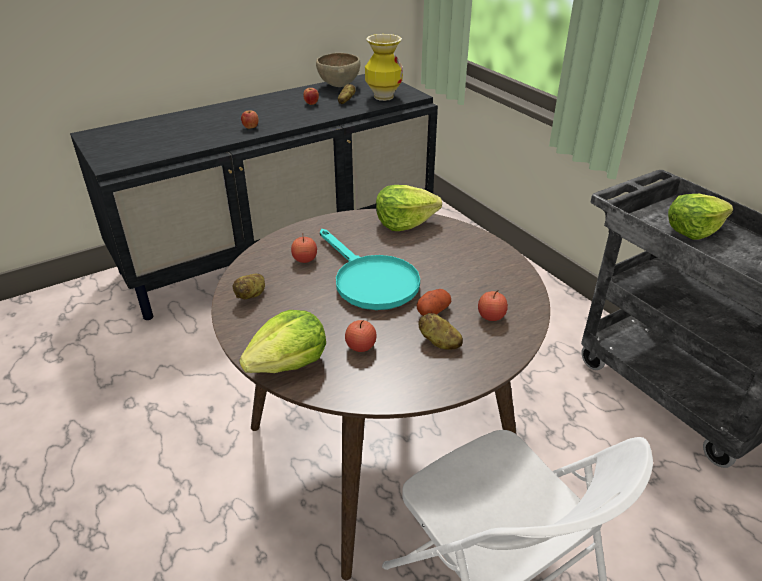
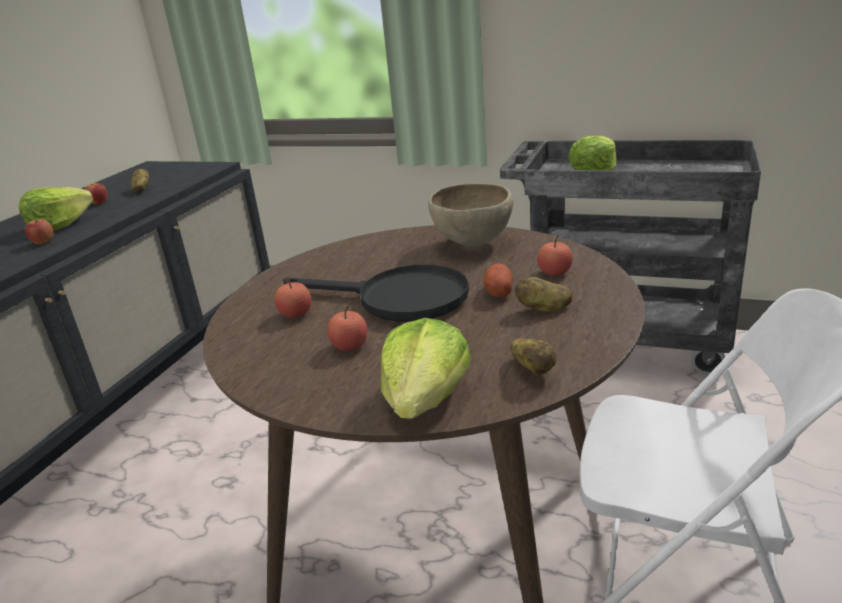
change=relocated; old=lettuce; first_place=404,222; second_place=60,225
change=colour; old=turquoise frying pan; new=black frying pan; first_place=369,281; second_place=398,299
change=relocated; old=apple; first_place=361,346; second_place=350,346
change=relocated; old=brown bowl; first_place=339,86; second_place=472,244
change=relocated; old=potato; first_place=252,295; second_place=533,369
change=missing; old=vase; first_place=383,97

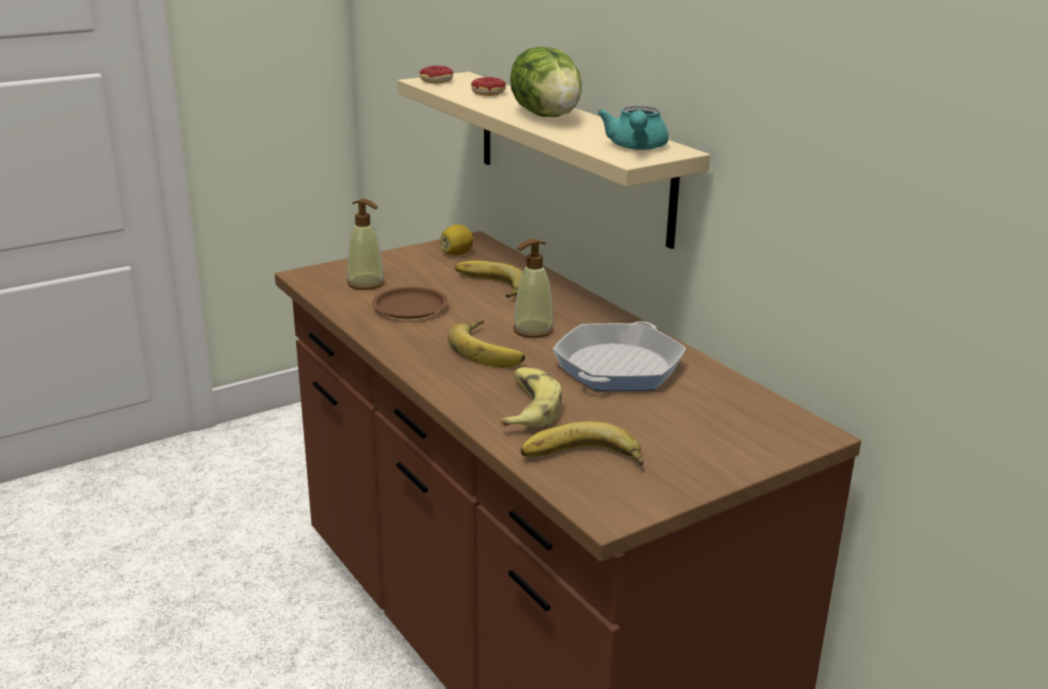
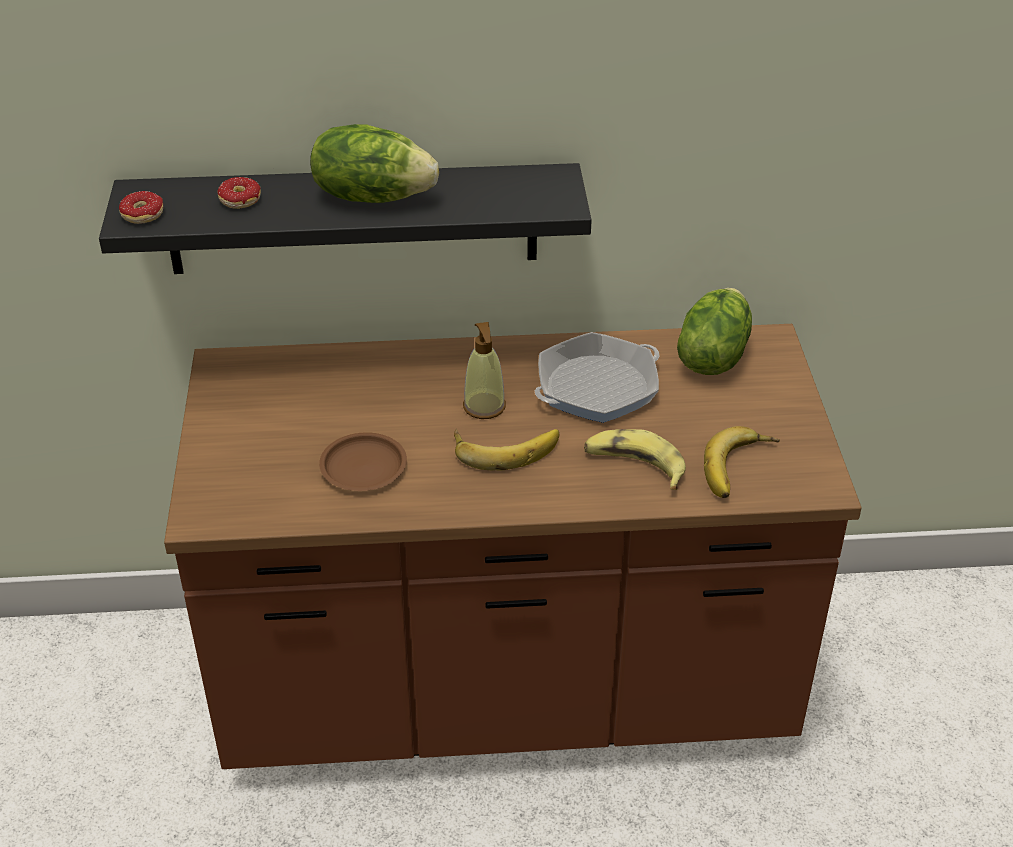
change=colour; old=beige shelf; new=black shelf; first_place=571,154; second_place=352,219
change=spun; old=frying pan; first_place=618,367; second_place=597,387; degrees=-90
change=appeared; new=lettuce; second_place=712,356
change=missing; old=soap dispenser; first_place=366,283
change=missing; old=lemon; first_place=457,254
change=missing; old=banana; first_place=489,287
change=missing; old=turquoise teapot; first_place=636,147

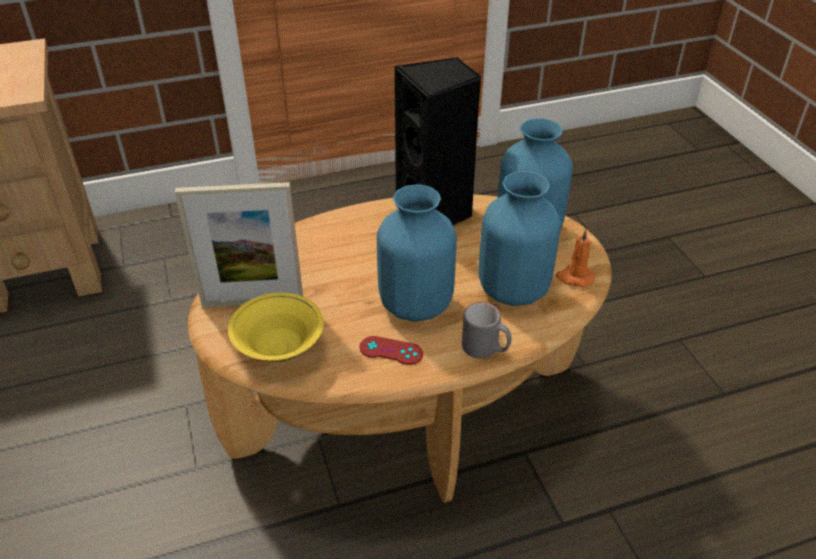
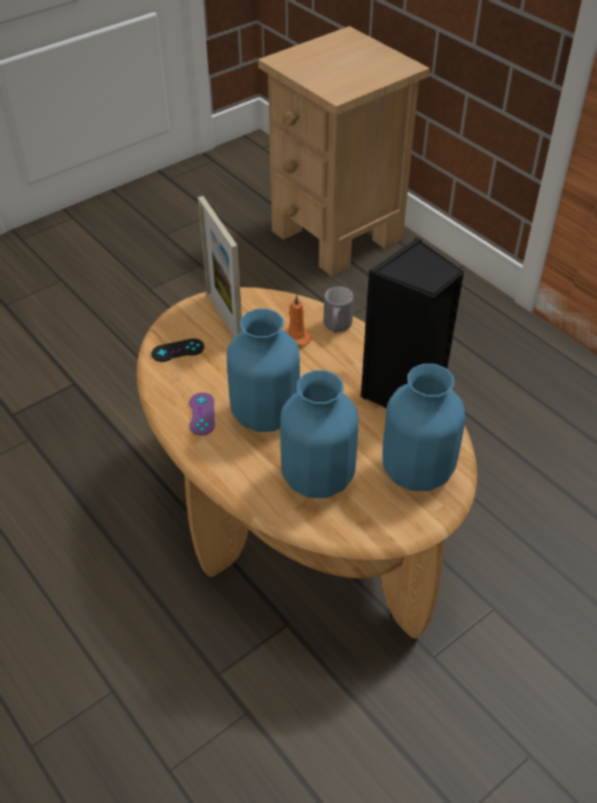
change=exchanged; old=yellow bowl; new=black game controller; first_place=279,350; second_place=178,350
change=colour; old=red game controller; new=purple game controller; first_place=391,351; second_place=202,414
change=relocated; old=orange candle; first_place=574,278; second_place=296,336
change=relocated; old=grey mug; first_place=485,350; second_place=336,327

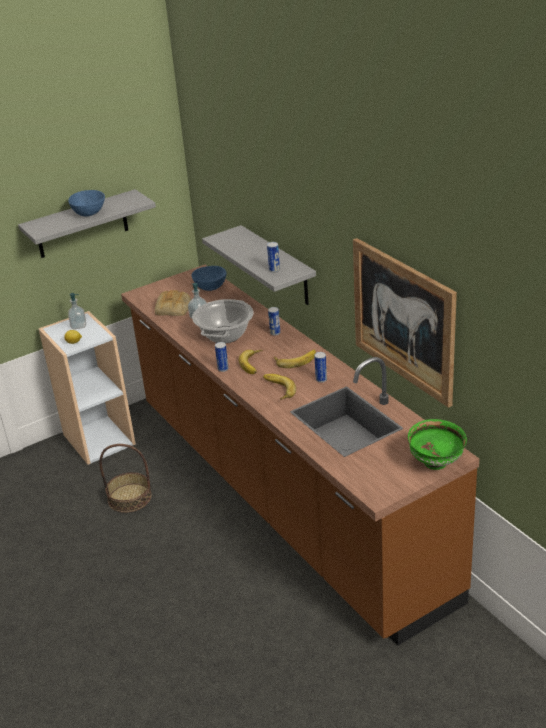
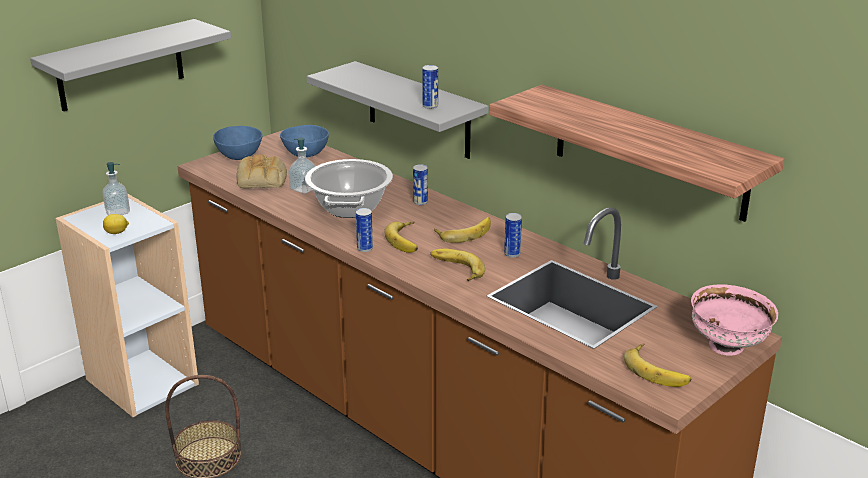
change=relocated; old=blue bowl; first_place=89,213; second_place=239,155
change=exchanged; old=picture; new=shelf; first_place=403,320; second_place=649,152
change=appeared; new=banana; second_place=658,369
change=colour; old=green bowl; new=pink bowl; first_place=436,463; second_place=728,347

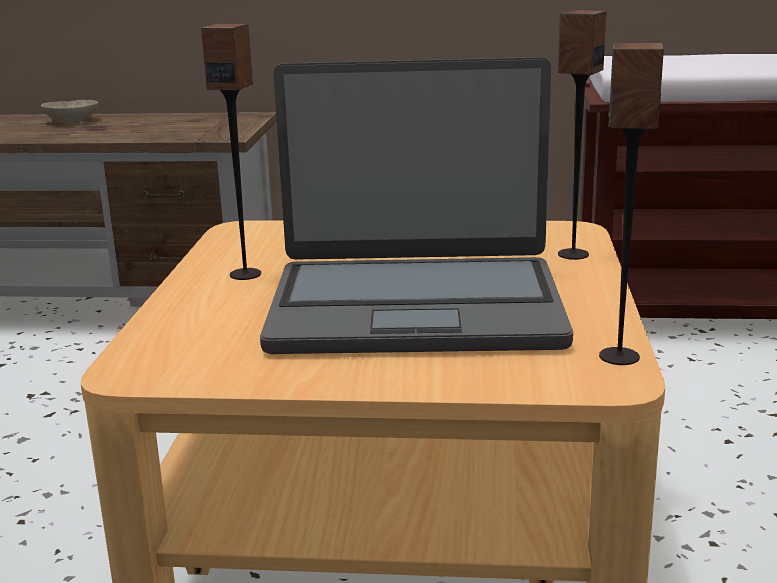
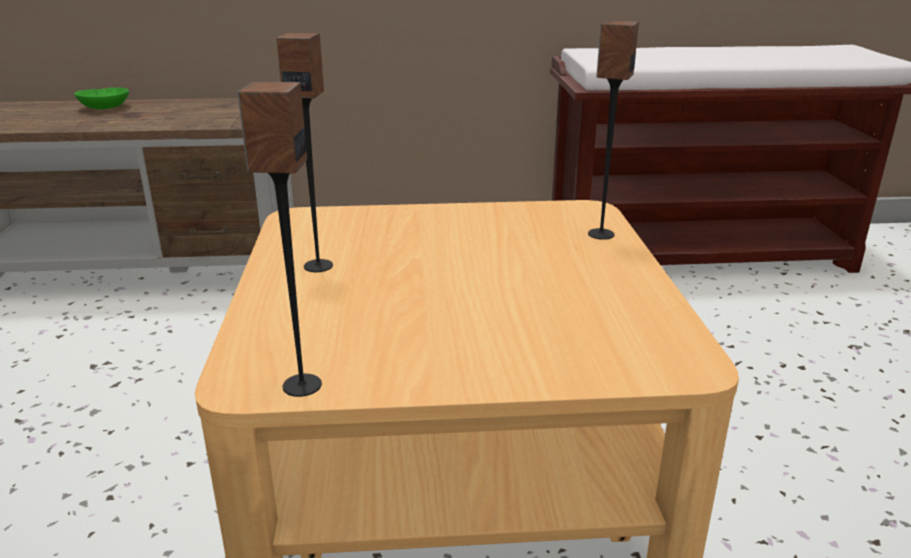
change=colour; old=beige bowl; new=green bowl; first_place=71,121; second_place=104,108
change=relocated; old=speaker; first_place=618,356; second_place=301,385
change=missing; old=laptop; first_place=415,307

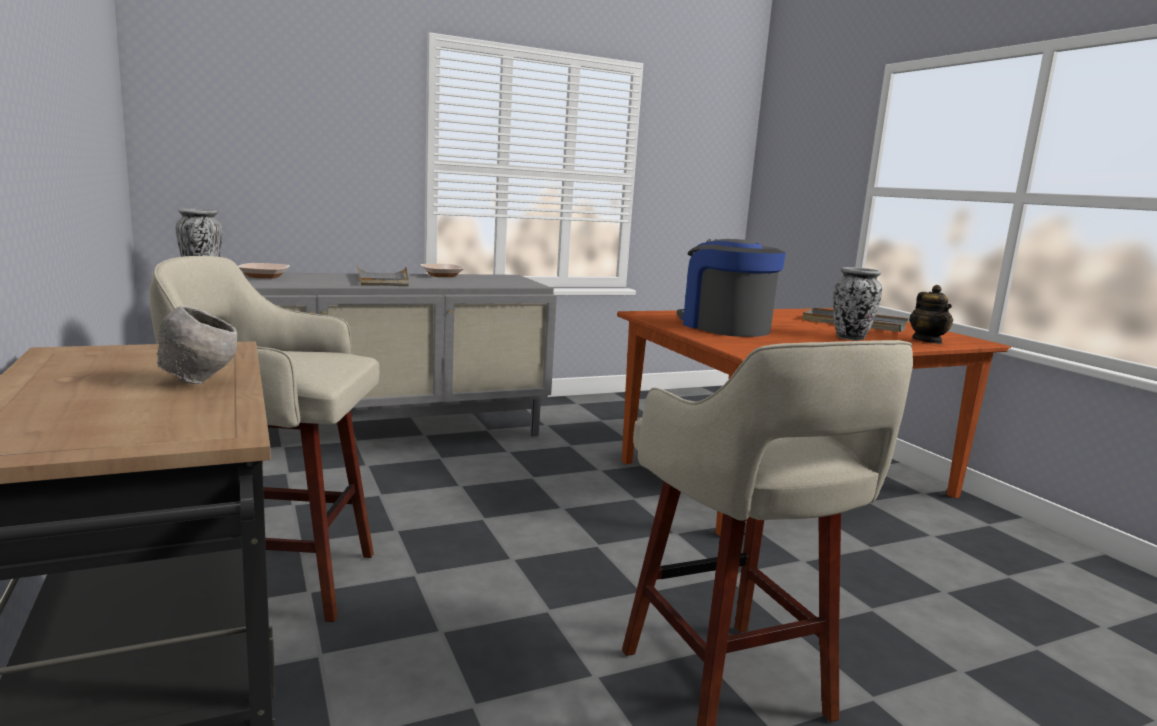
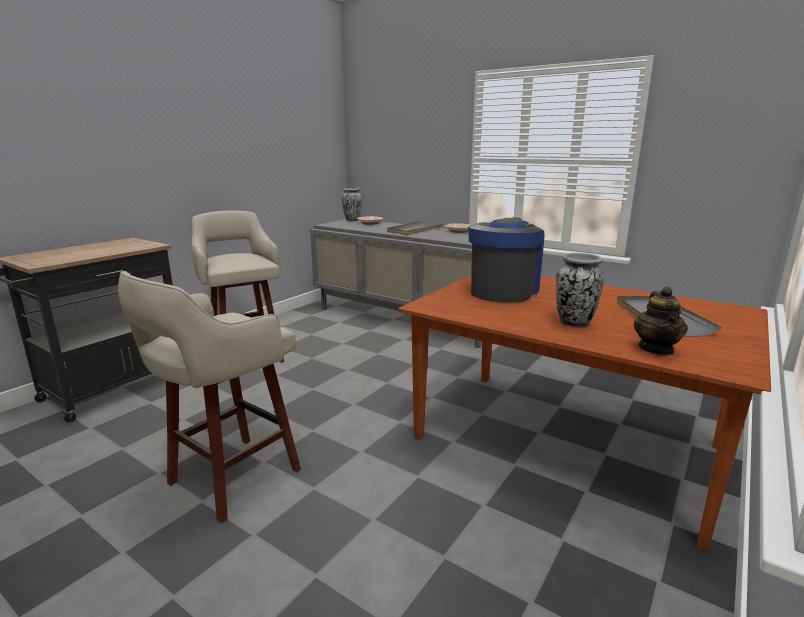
change=spun; old=teapot; first_place=927,341; second_place=656,349; degrees=-45
change=missing; old=grey bowl; first_place=199,382

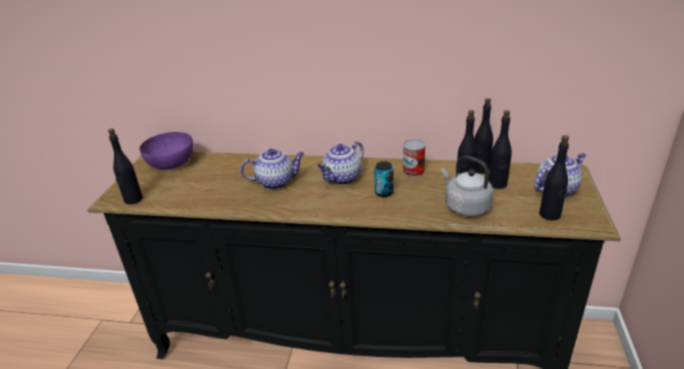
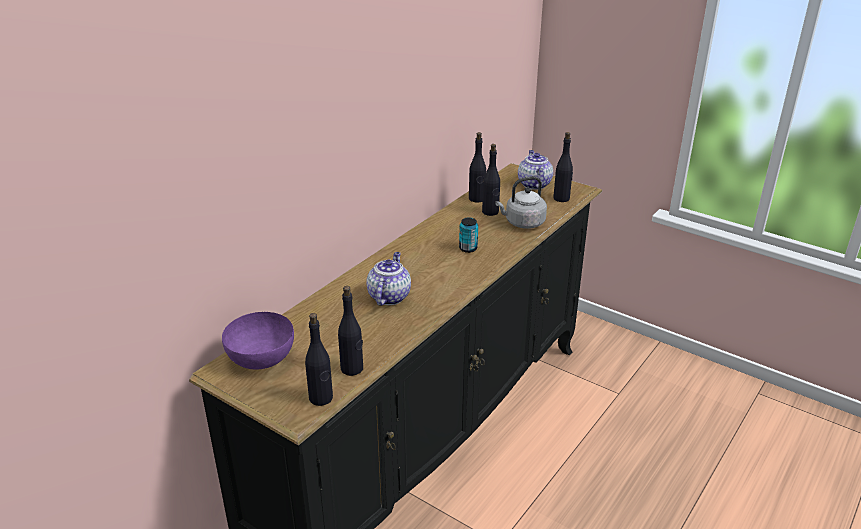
change=relocated; old=black bottle; first_place=497,184; second_place=352,369
change=missing; old=teapot; first_place=342,178
change=missing; old=can; first_place=413,171

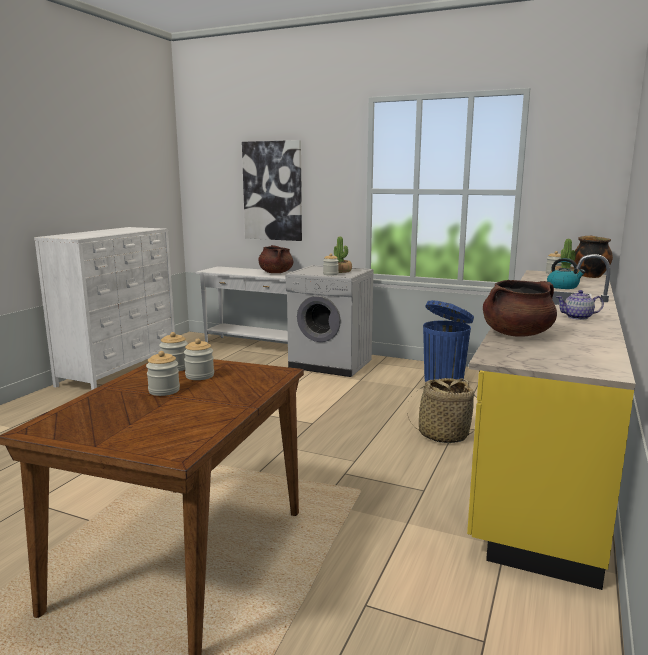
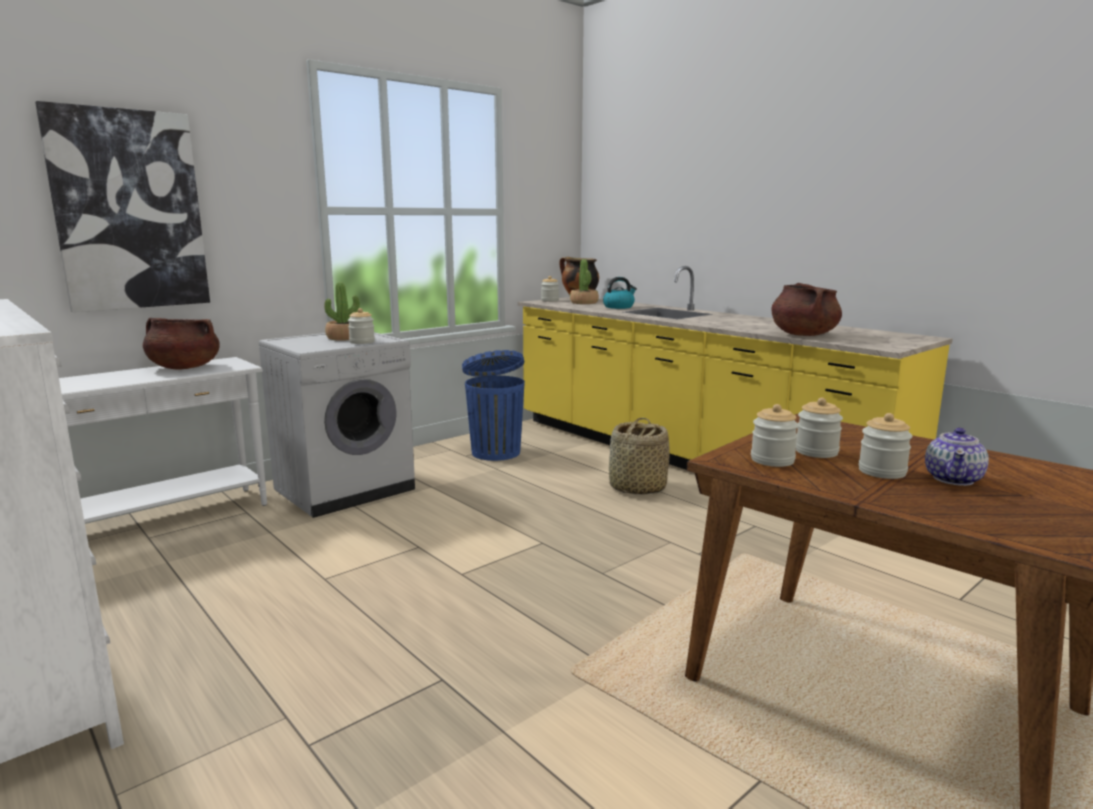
change=relocated; old=teapot; first_place=578,317; second_place=953,479

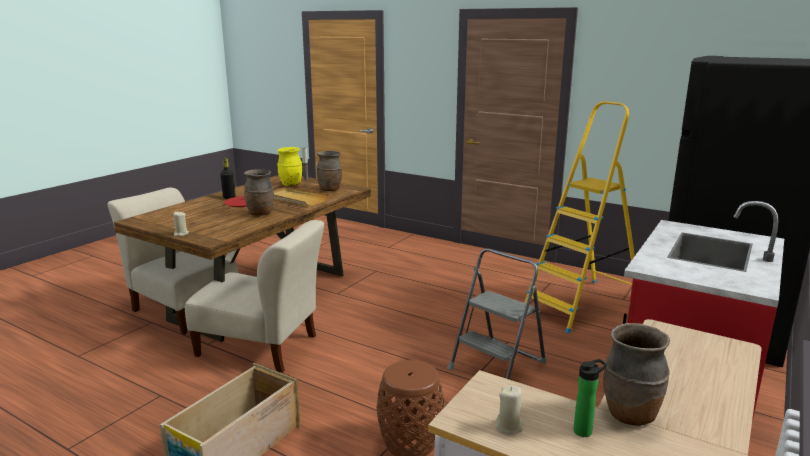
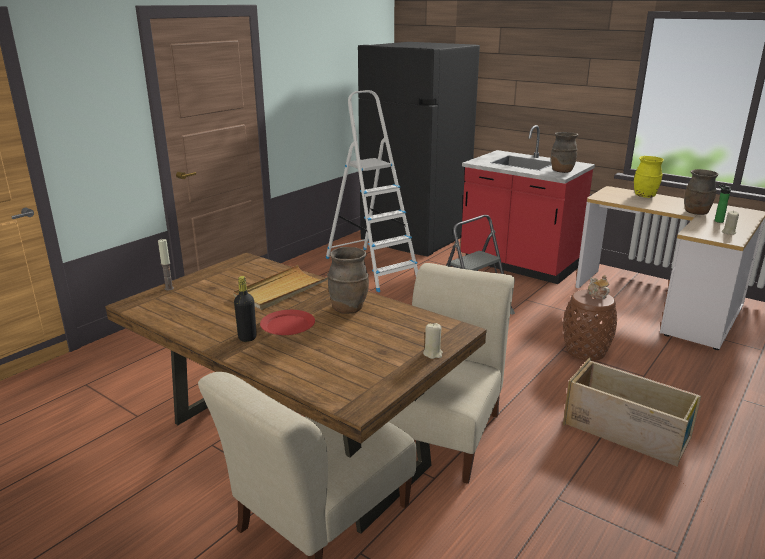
change=colour; old=yellow step ladder; new=white step ladder; first_place=582,305; second_place=371,269
change=relocated; old=brown vase; first_place=330,189; second_place=561,171
change=appeared; new=teapot; second_place=597,295
change=relocated; old=yellow vase; first_place=290,185; second_place=645,196

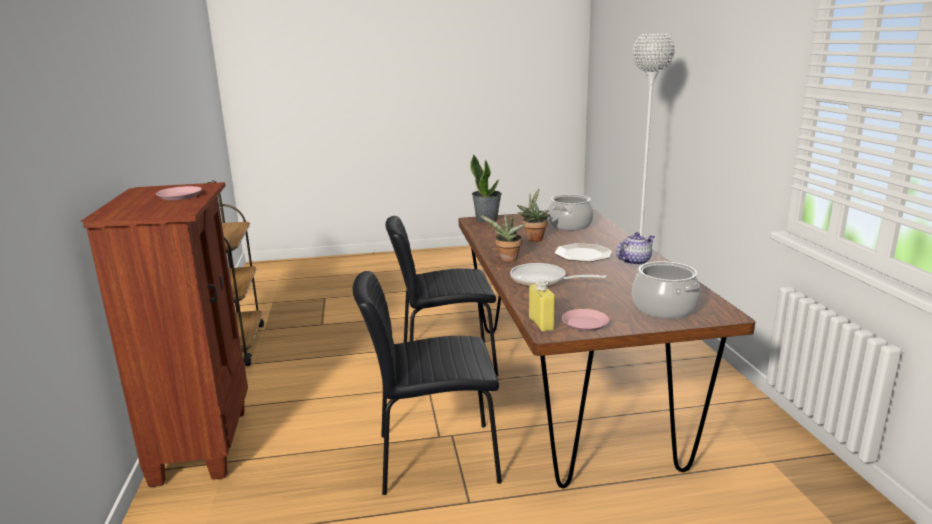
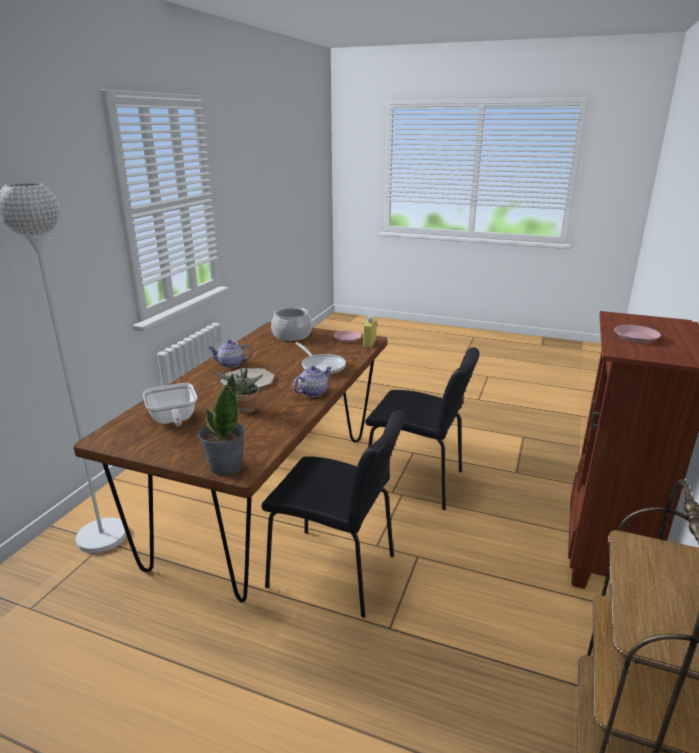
change=exchanged; old=cooking pot; new=frying pan; first_place=569,225; second_place=173,420
change=exchanged; old=potted plant; new=teapot; first_place=507,259; second_place=313,392

